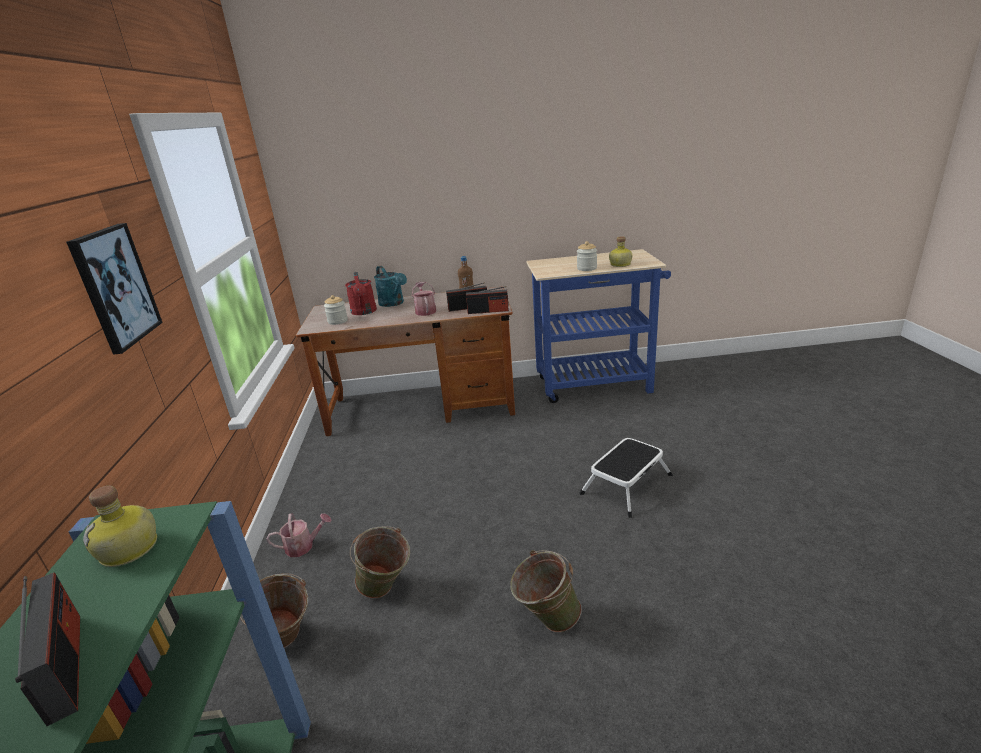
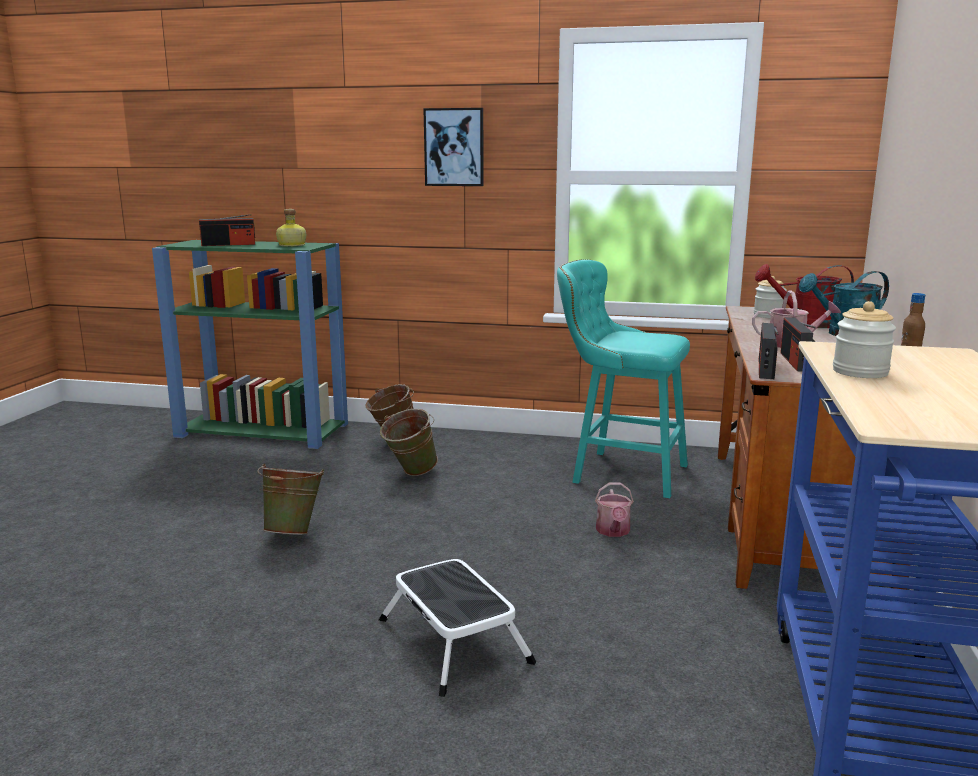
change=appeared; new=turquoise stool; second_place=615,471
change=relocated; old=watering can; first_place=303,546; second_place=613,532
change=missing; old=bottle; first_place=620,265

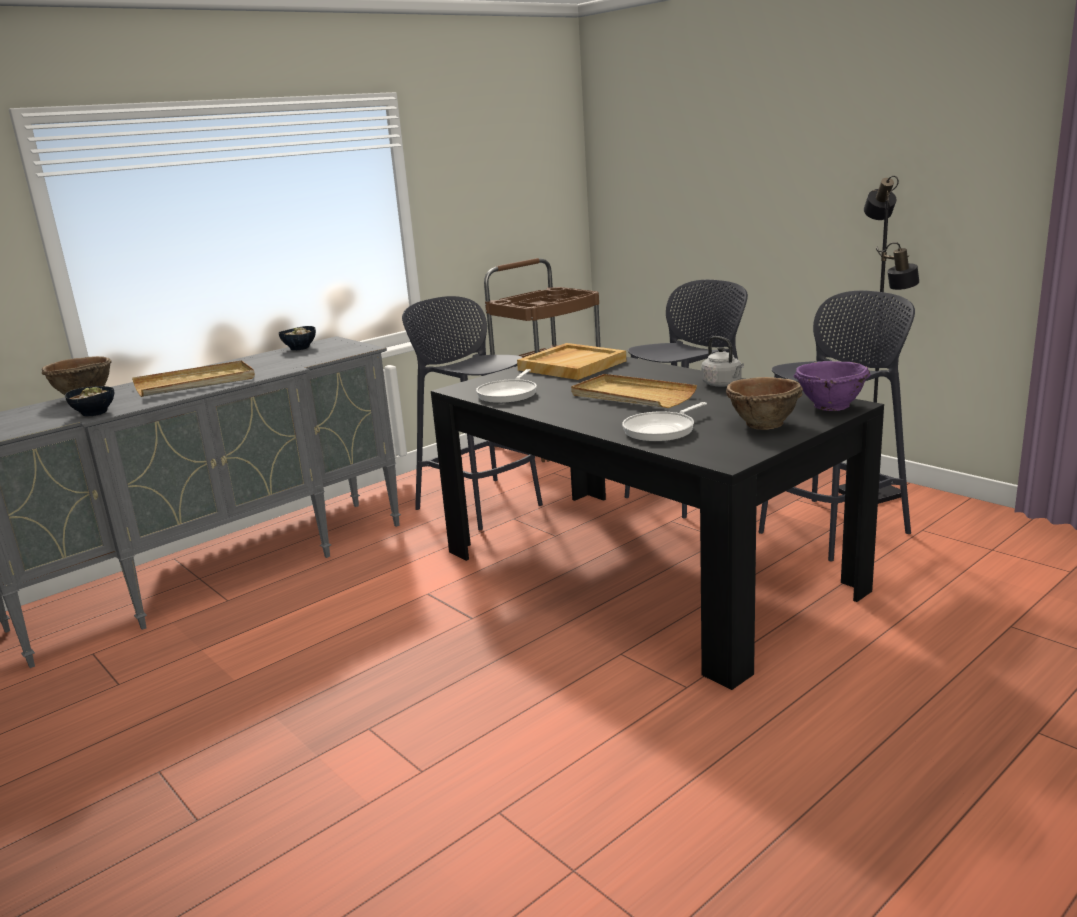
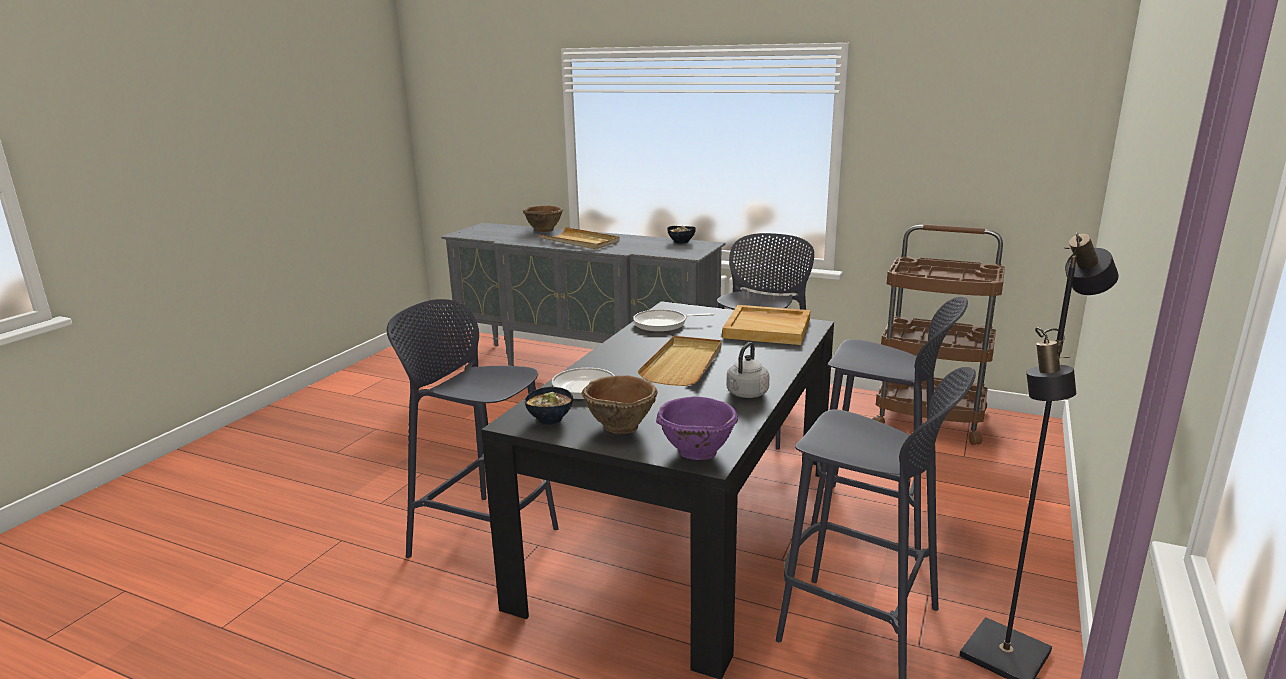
change=appeared; new=grey stool; second_place=485,537
change=relocated; old=bowl; first_place=95,413; second_place=551,419

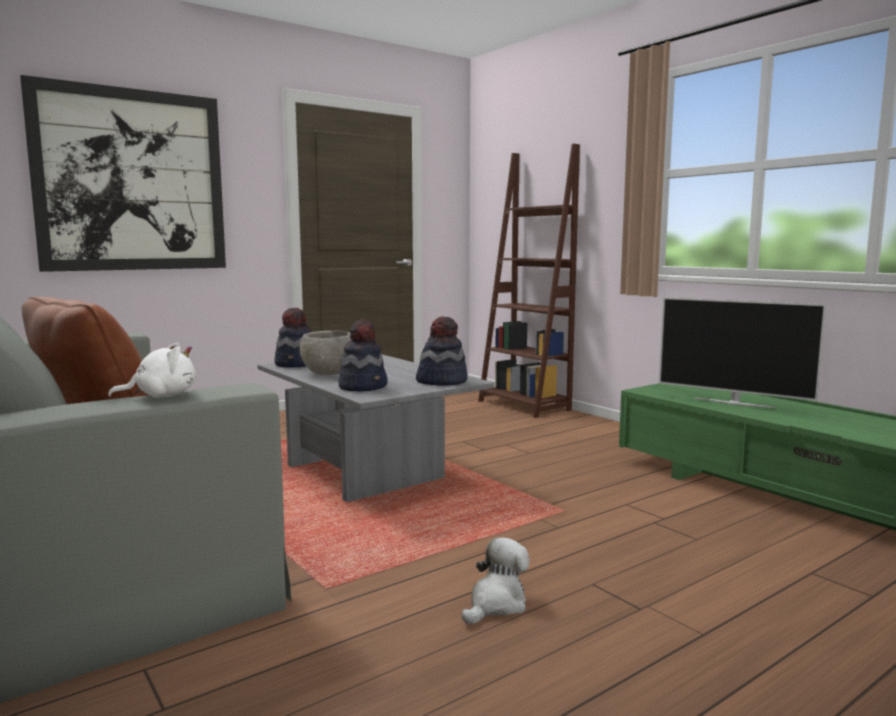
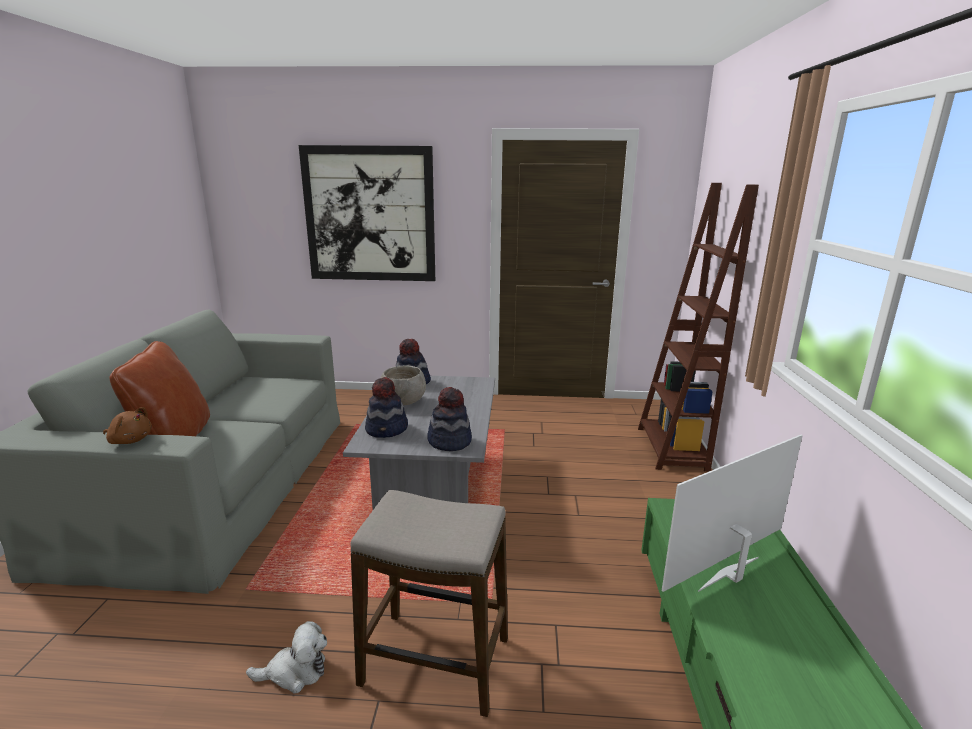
change=colour; old=white plush toy; new=brown plush toy; first_place=161,396; second_place=130,440
change=appeared; new=stool; second_place=435,662
change=spun; old=television; first_place=733,403; second_place=731,575; degrees=75

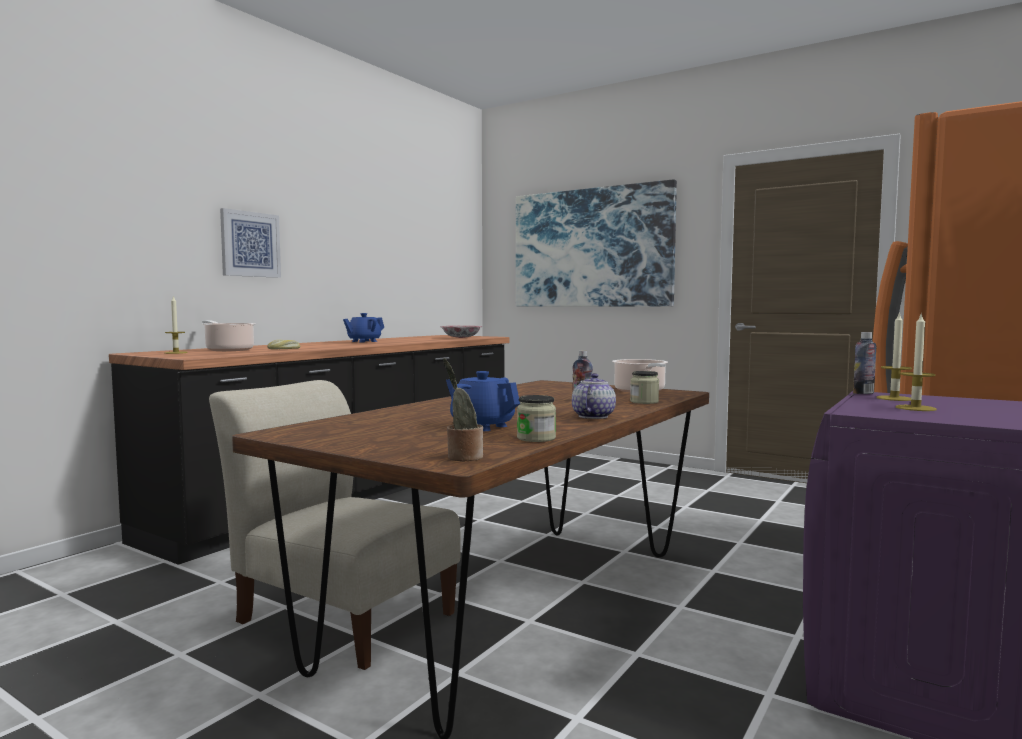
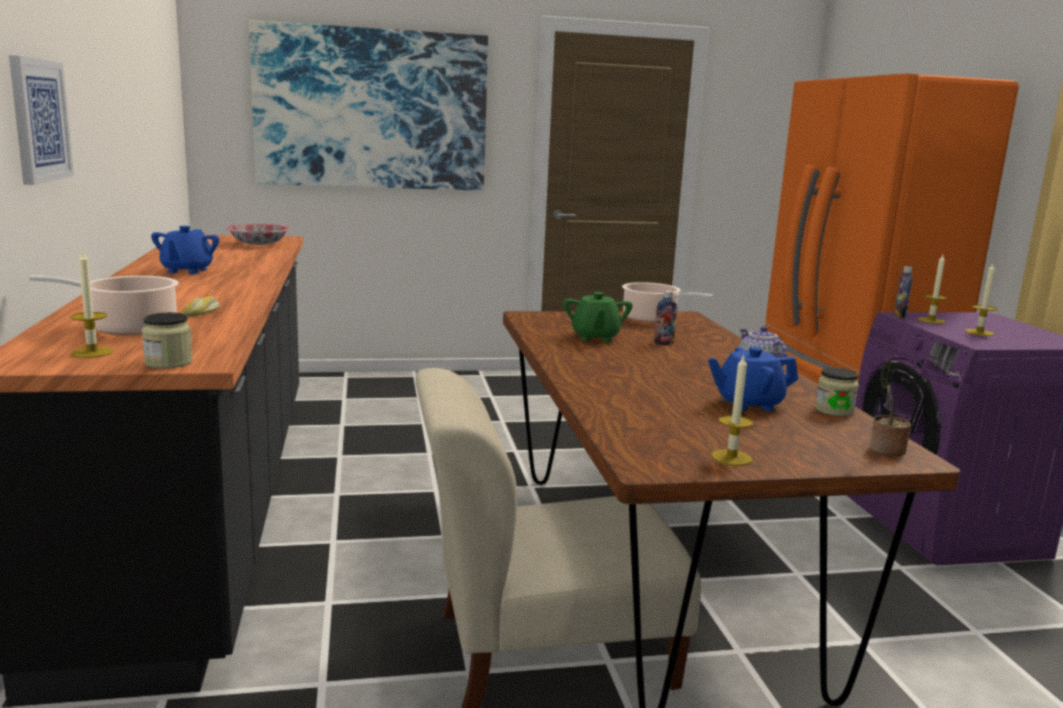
change=relocated; old=jar; first_place=644,402; second_place=168,363
change=appeared; new=green teapot; second_place=595,337
change=appeared; new=candle; second_place=731,457

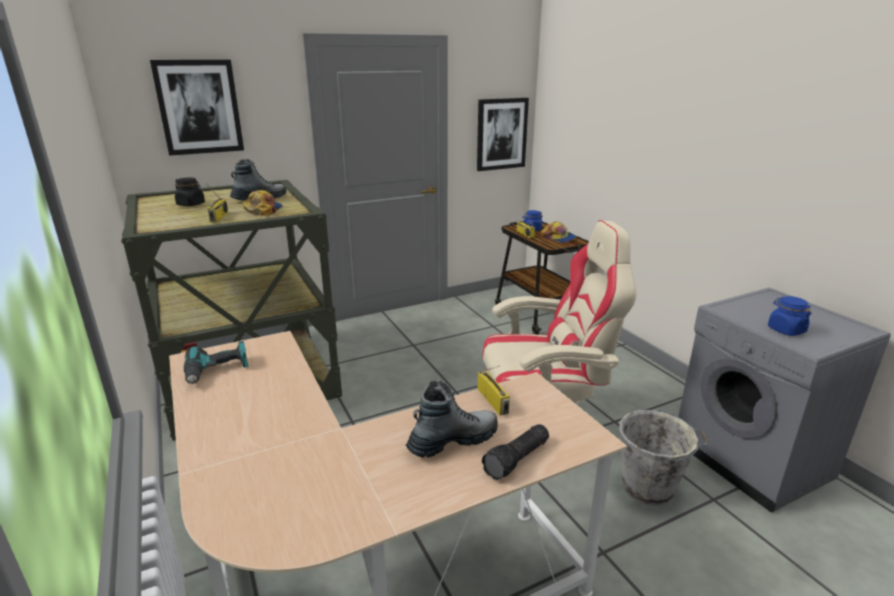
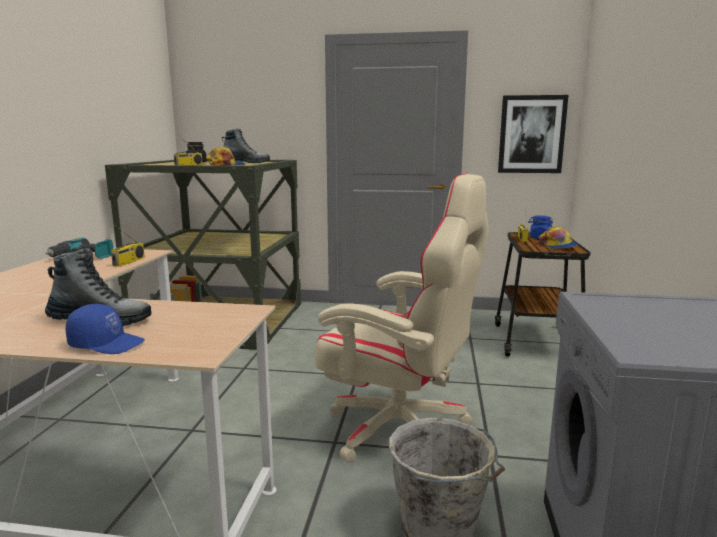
change=exchanged; old=flashlight; new=blue cap; first_place=518,460; second_place=107,344
change=relocated; old=radio; first_place=493,401; second_place=129,262
change=missing; old=picture; first_place=199,107
change=missing; old=blue jar; first_place=786,330

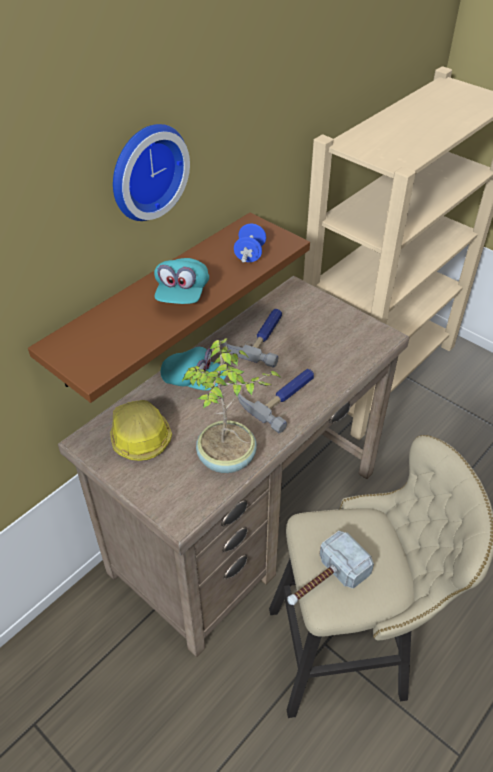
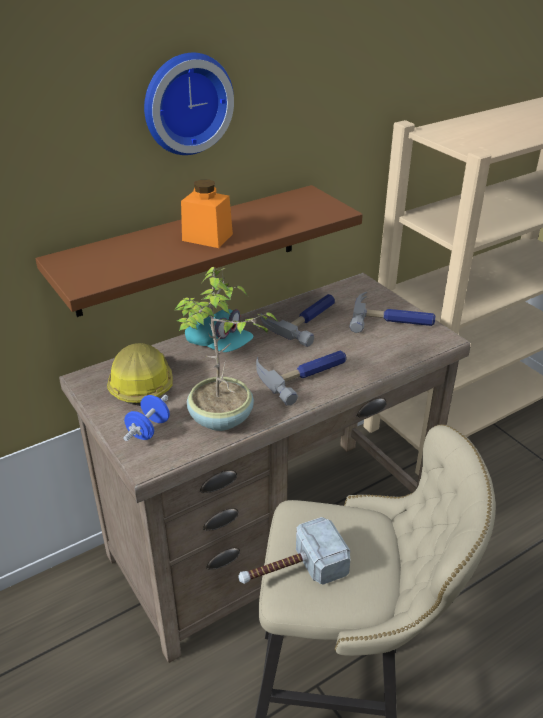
change=relocated; old=blue dumbbell; first_place=250,254; second_place=148,430
change=exchanged; old=turquoise cap; new=orange jar; first_place=182,294; second_place=207,237
change=appeared; new=hammer; second_place=392,319

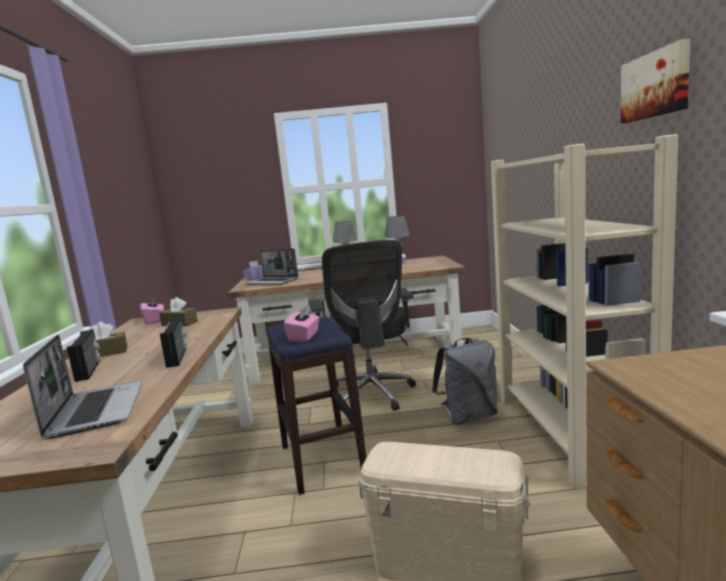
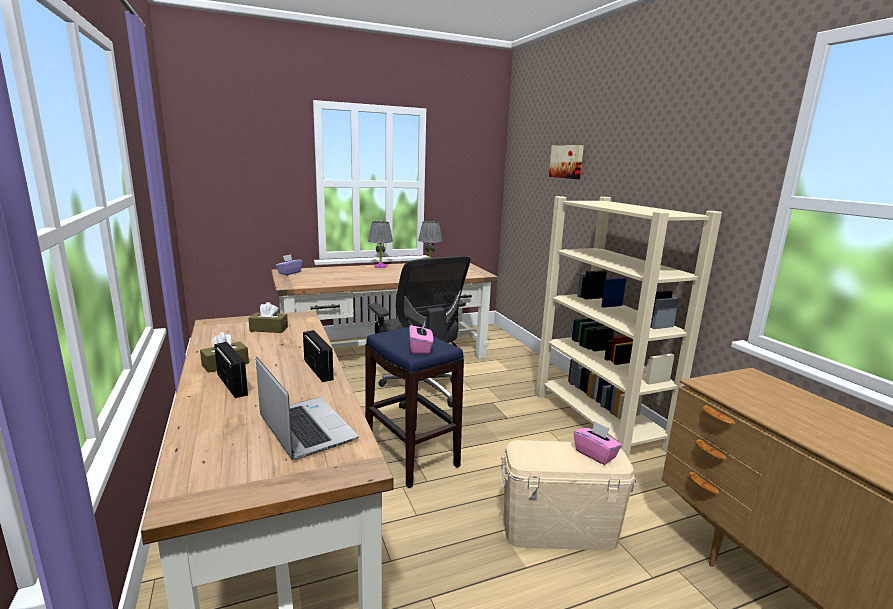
change=relocated; old=picture; first_place=656,85; second_place=567,161
change=relocated; old=pink tissue box; first_place=155,321; second_place=595,454
change=missing; old=laptop; first_place=273,282
change=missing; old=grey backpack; first_place=469,417

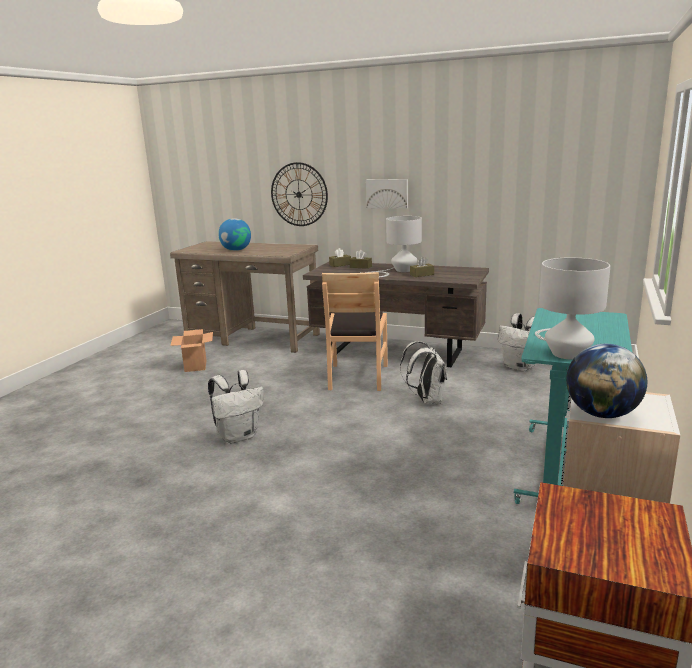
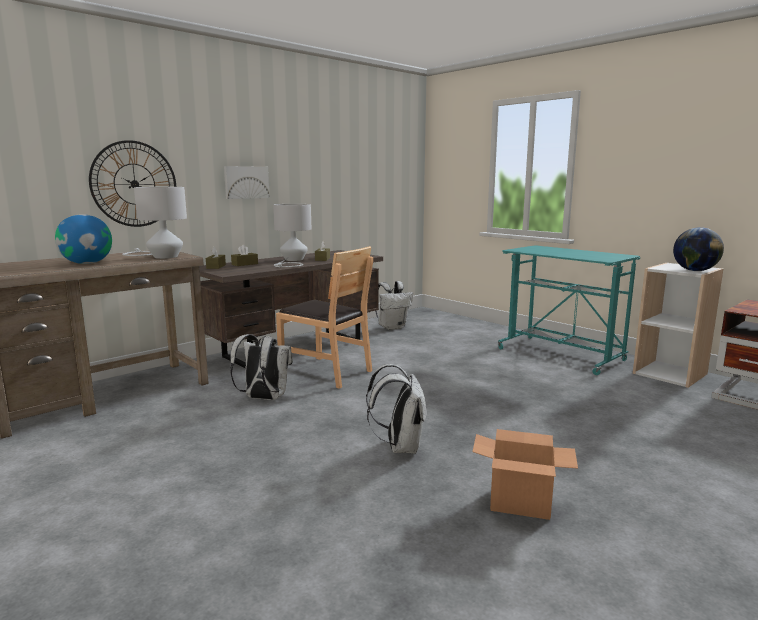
change=relocated; old=white table lamp; first_place=563,346; second_place=155,255
change=relocated; old=white backpack; first_place=427,400; second_place=263,398
change=relocated; old=cardboard box; first_place=195,366; second_place=521,503

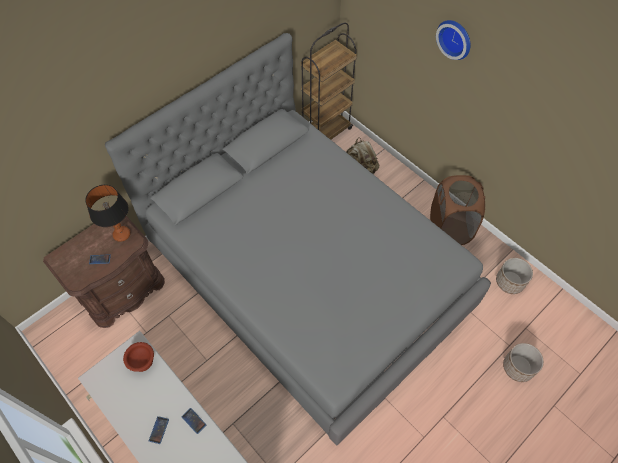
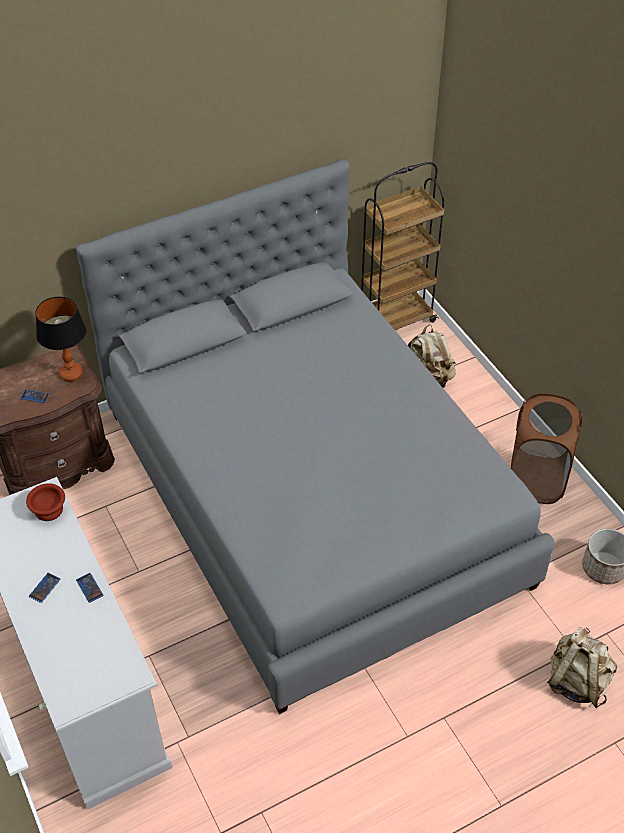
change=exchanged; old=planter; new=beige backpack; first_place=517,367; second_place=576,681
change=missing; old=wall clock; first_place=455,38

